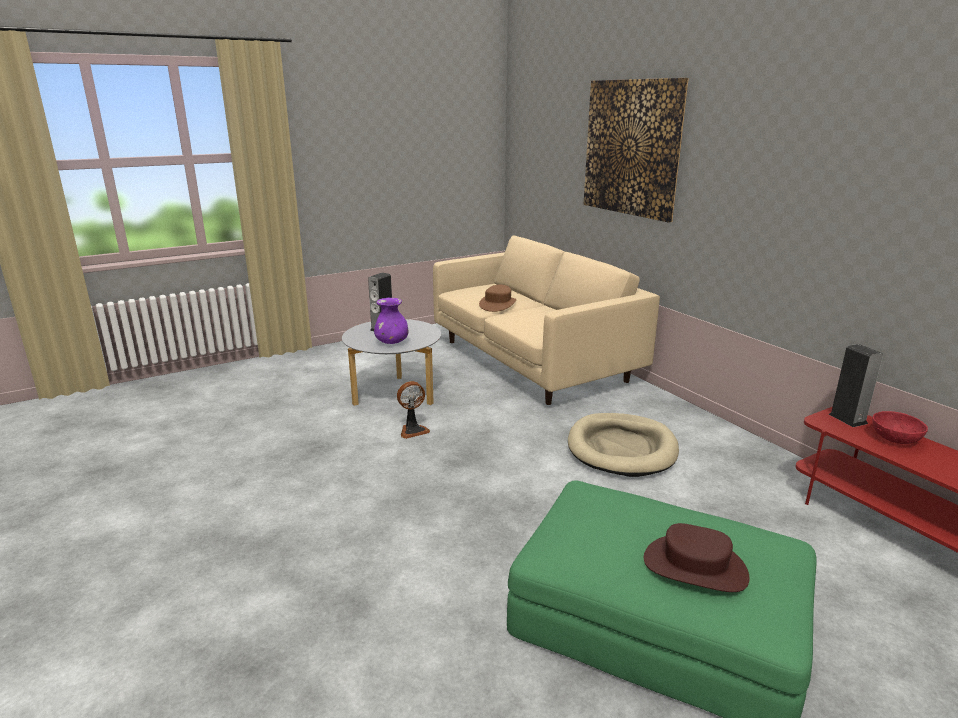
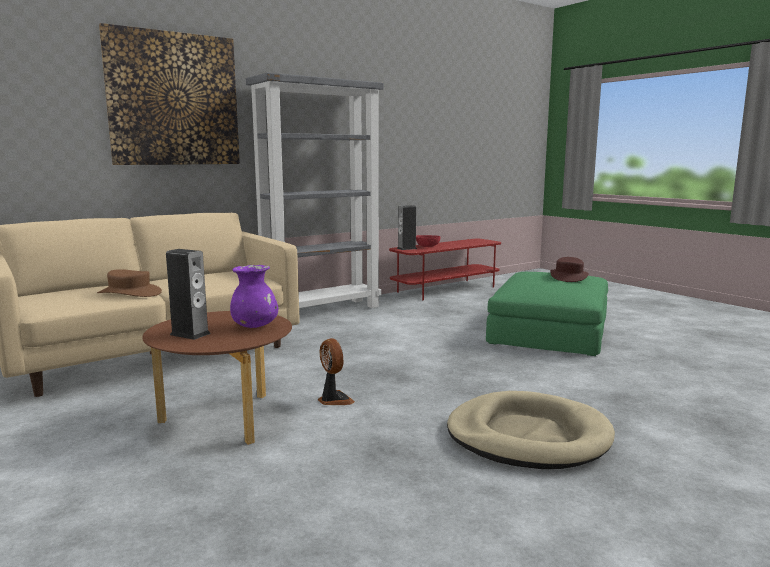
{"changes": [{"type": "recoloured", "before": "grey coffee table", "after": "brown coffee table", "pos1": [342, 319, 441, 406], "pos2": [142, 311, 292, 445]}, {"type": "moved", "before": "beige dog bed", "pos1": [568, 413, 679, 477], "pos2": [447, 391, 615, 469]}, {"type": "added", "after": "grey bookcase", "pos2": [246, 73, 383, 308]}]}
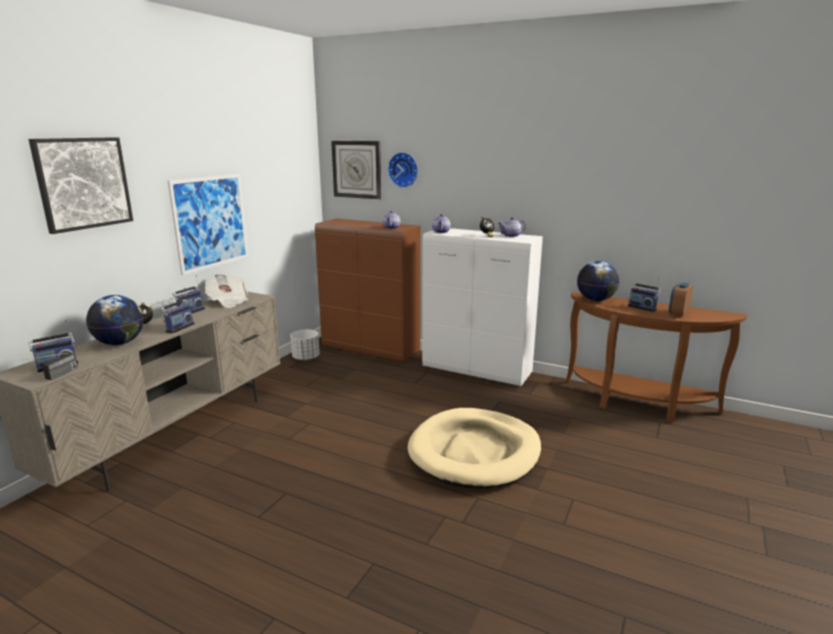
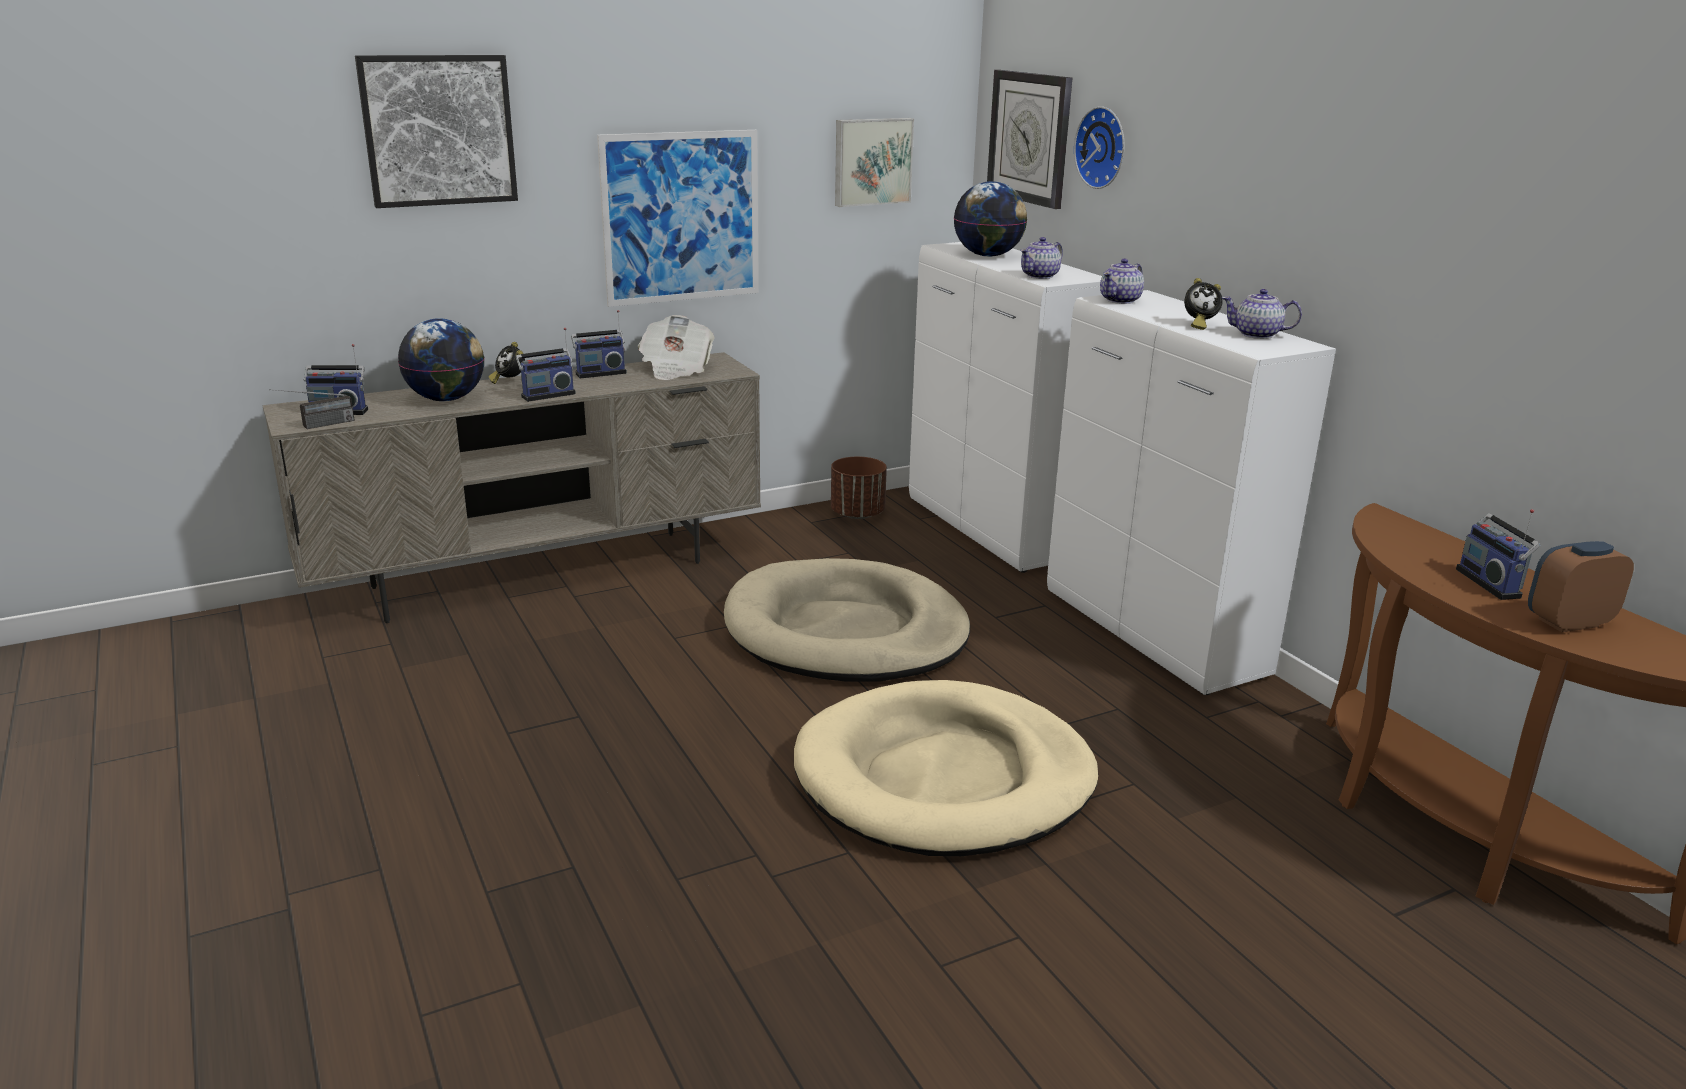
{"changes": [{"type": "recoloured", "before": "brown cabinet", "after": "white cabinet", "pos1": [315, 218, 421, 362], "pos2": [909, 242, 1102, 573]}, {"type": "moved", "before": "globe", "pos1": [577, 261, 619, 301], "pos2": [954, 181, 1027, 257]}, {"type": "recoloured", "before": "white planter", "after": "brown planter", "pos1": [291, 330, 320, 361], "pos2": [831, 457, 887, 519]}, {"type": "added", "after": "picture", "pos2": [835, 118, 914, 207]}, {"type": "added", "after": "beige dog bed", "pos2": [724, 558, 970, 681]}]}
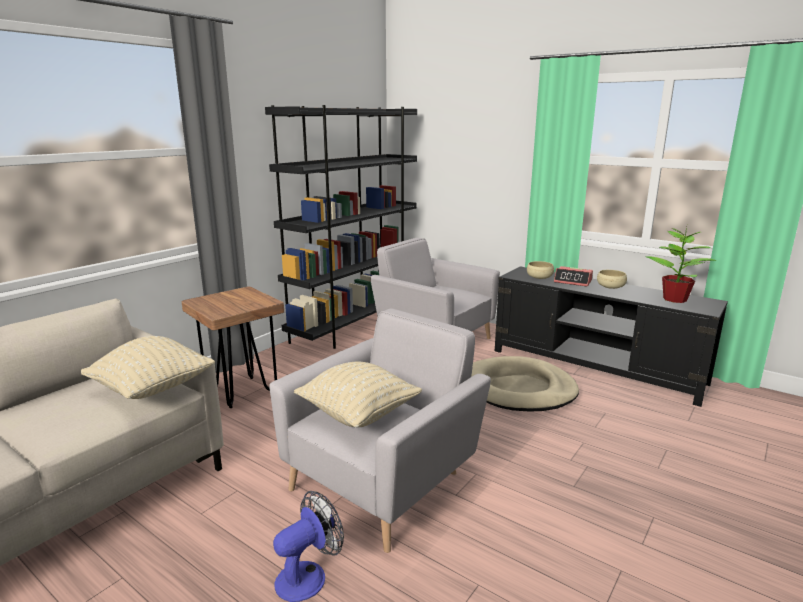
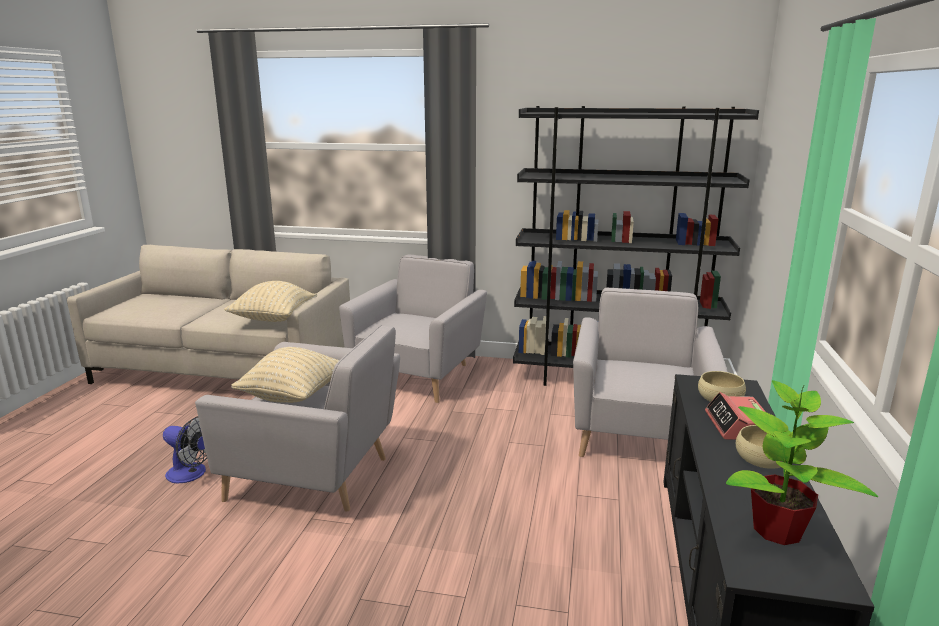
{"changes": [{"type": "replaced", "before": "brown stool", "after": "grey armchair", "pos1": [182, 287, 284, 408], "pos2": [339, 254, 487, 403]}, {"type": "removed", "before": "beige dog bed", "pos1": [471, 356, 579, 411]}]}
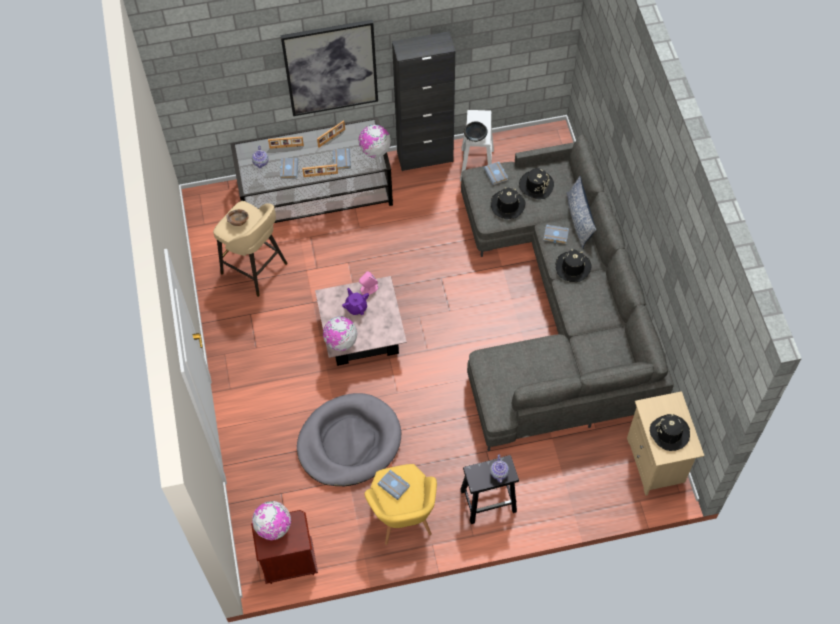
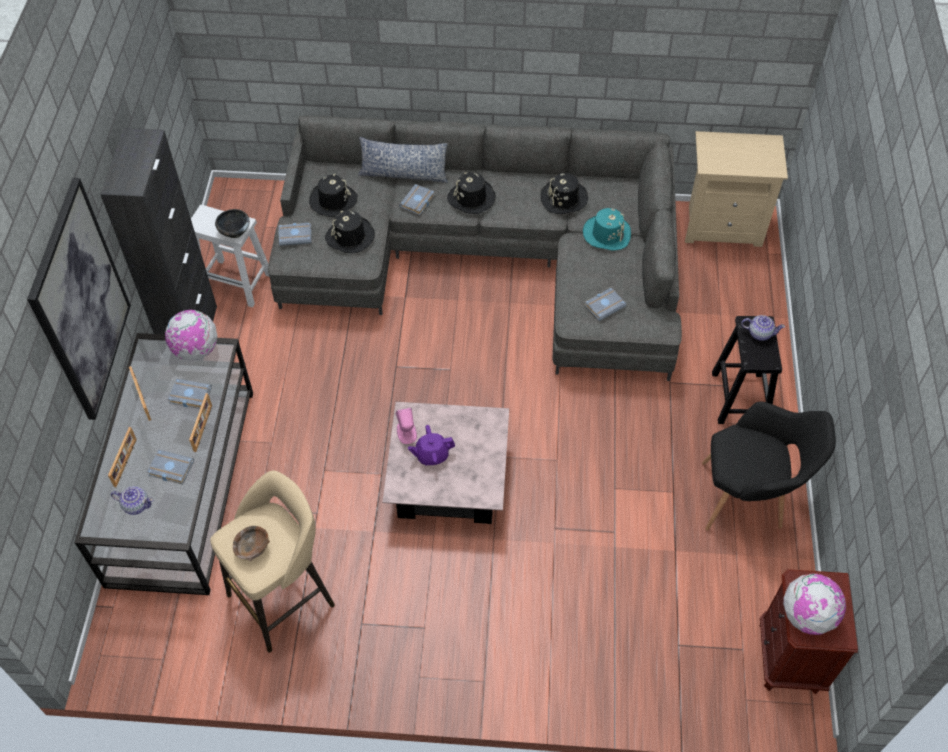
{"changes": [{"type": "removed", "before": "globe", "pos1": [323, 316, 357, 351]}, {"type": "removed", "before": "grey dog bed", "pos1": [297, 393, 401, 486]}, {"type": "moved", "before": "black hat", "pos1": [650, 414, 690, 451], "pos2": [541, 173, 588, 214]}, {"type": "recoloured", "before": "yellow armchair", "after": "black armchair", "pos1": [364, 464, 437, 545], "pos2": [702, 402, 836, 531]}, {"type": "moved", "before": "grey book", "pos1": [377, 470, 410, 500], "pos2": [584, 288, 627, 321]}, {"type": "added", "after": "turquoise hat", "pos2": [583, 208, 631, 251]}]}
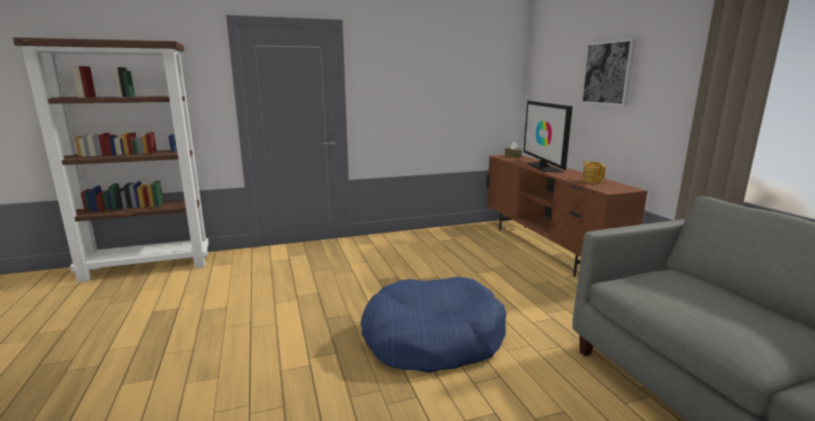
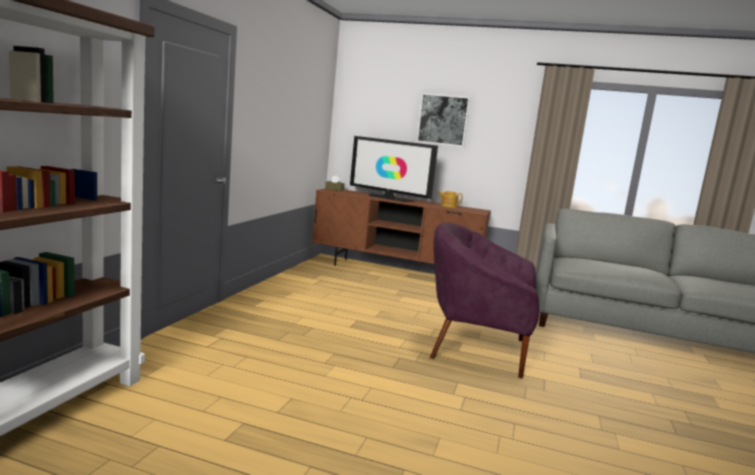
{"changes": [{"type": "replaced", "before": "blue dog bed", "after": "purple armchair", "pos1": [361, 277, 506, 373], "pos2": [430, 222, 539, 378]}]}
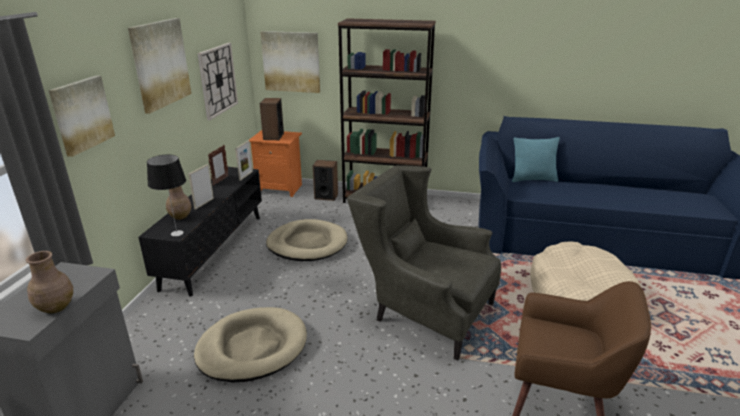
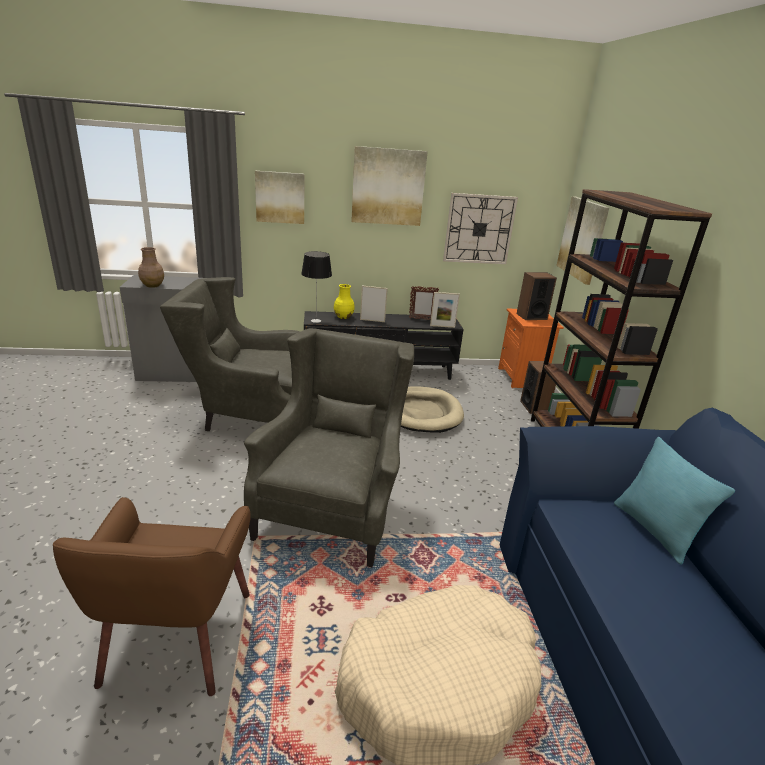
{"changes": [{"type": "recoloured", "before": "brown vase", "after": "yellow vase", "pos1": [166, 186, 191, 220], "pos2": [334, 284, 355, 319]}, {"type": "replaced", "before": "beige dog bed", "after": "grey armchair", "pos1": [194, 307, 307, 382], "pos2": [160, 277, 300, 431]}]}
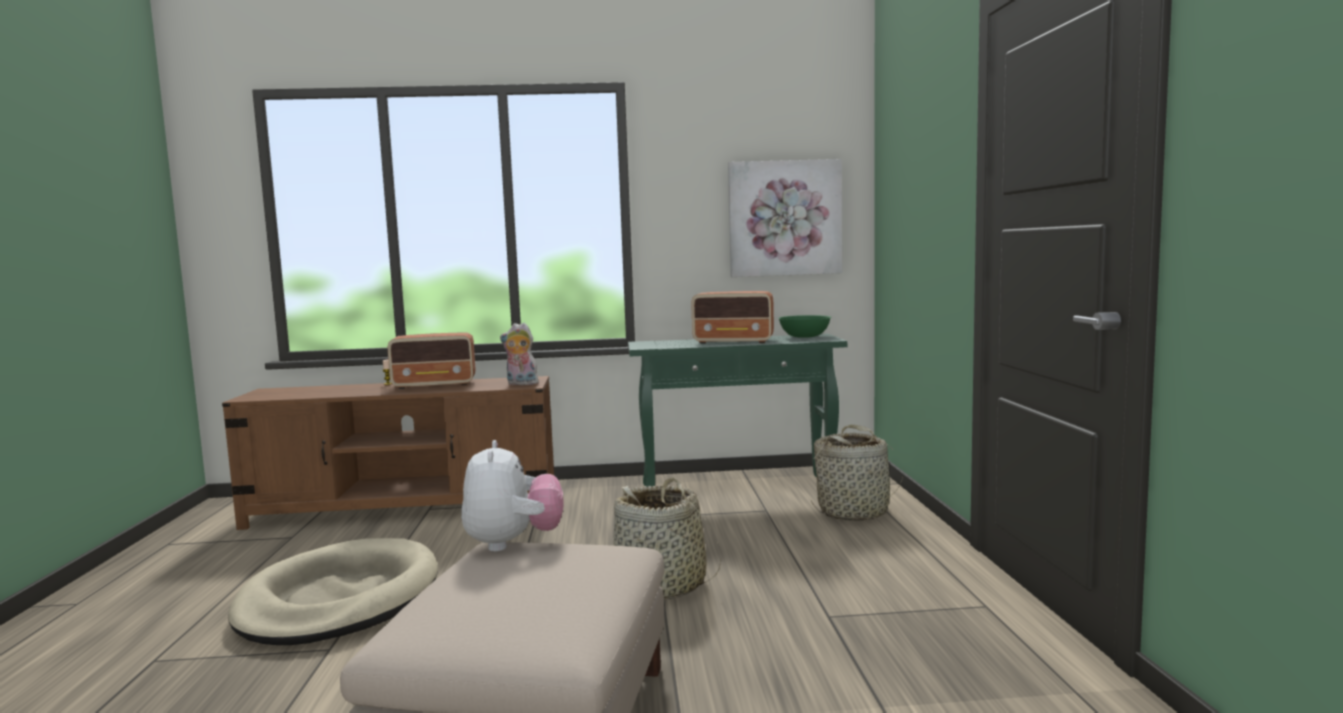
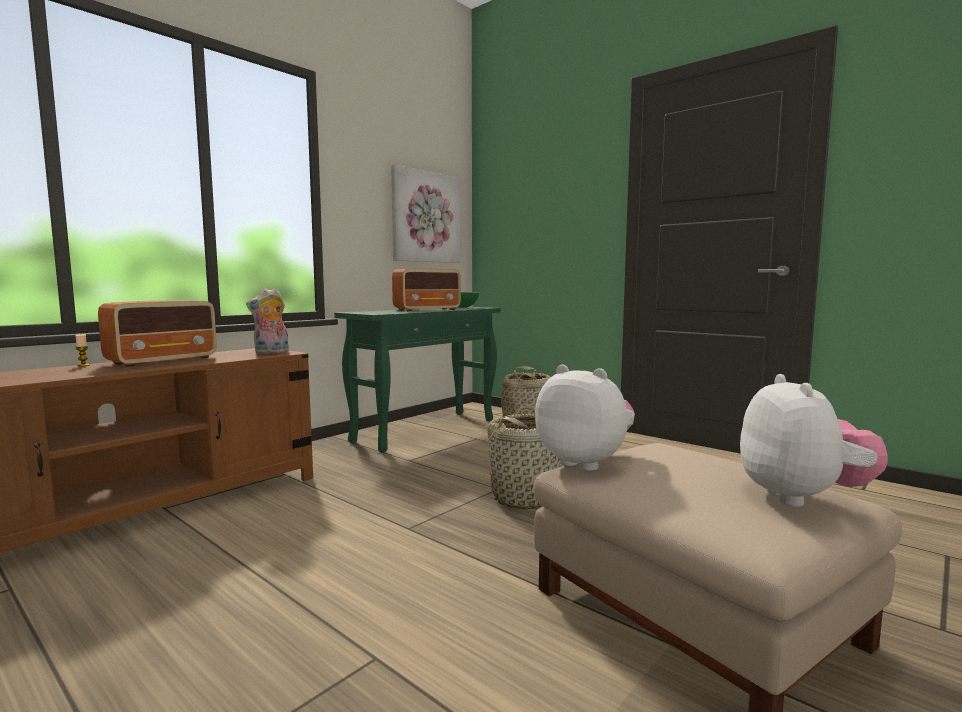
{"changes": [{"type": "removed", "before": "beige dog bed", "pos1": [228, 538, 438, 645]}, {"type": "added", "after": "plush toy", "pos2": [740, 374, 888, 507]}]}
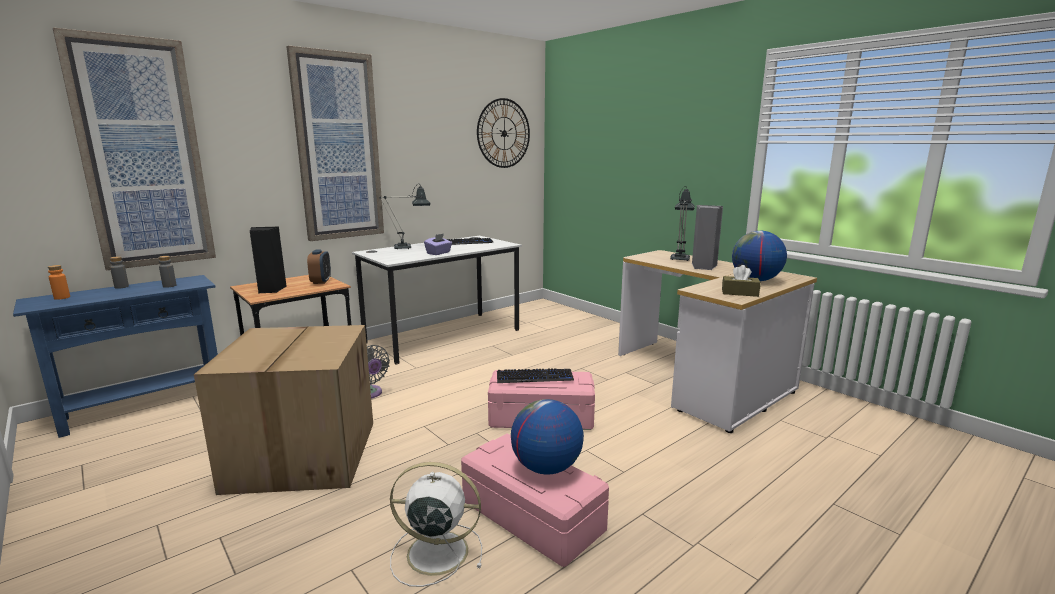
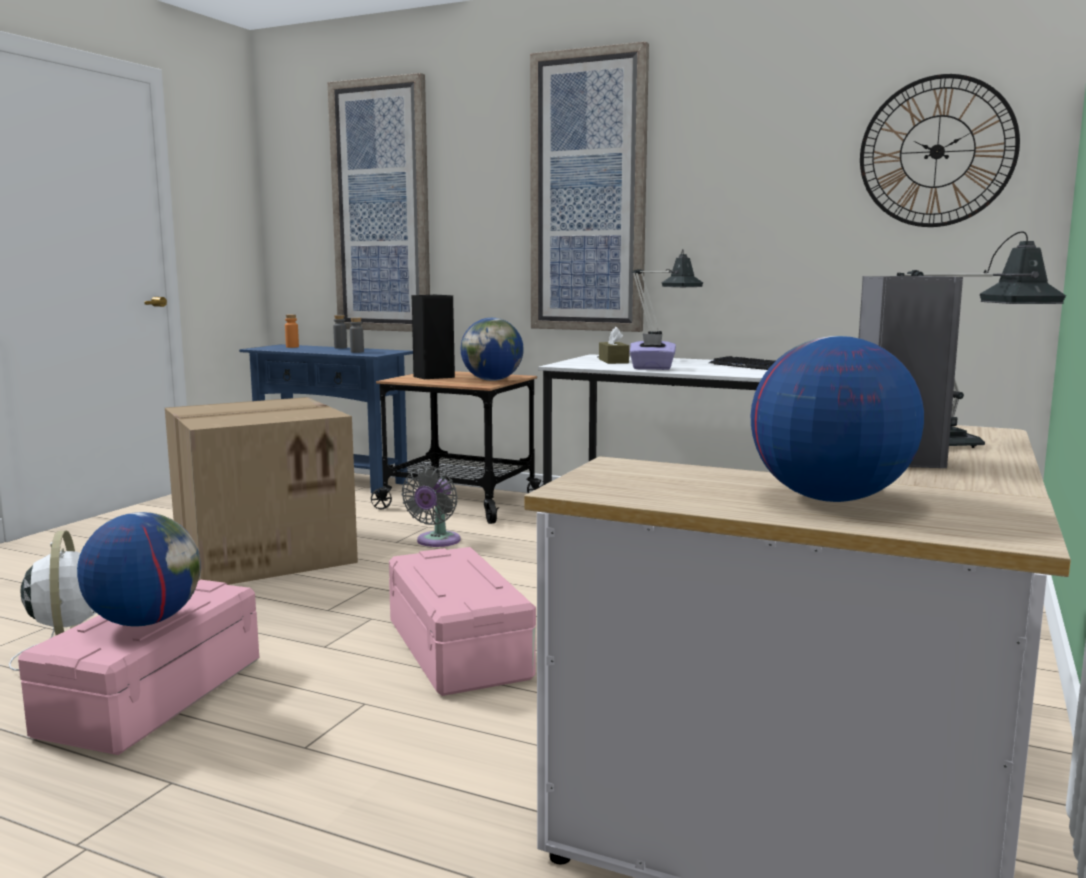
{"changes": [{"type": "replaced", "before": "alarm clock", "after": "globe", "pos1": [307, 249, 331, 284], "pos2": [461, 318, 524, 381]}, {"type": "moved", "before": "brown tissue box", "pos1": [722, 265, 761, 297], "pos2": [599, 327, 629, 364]}, {"type": "removed", "before": "keyboard", "pos1": [497, 368, 574, 383]}]}
